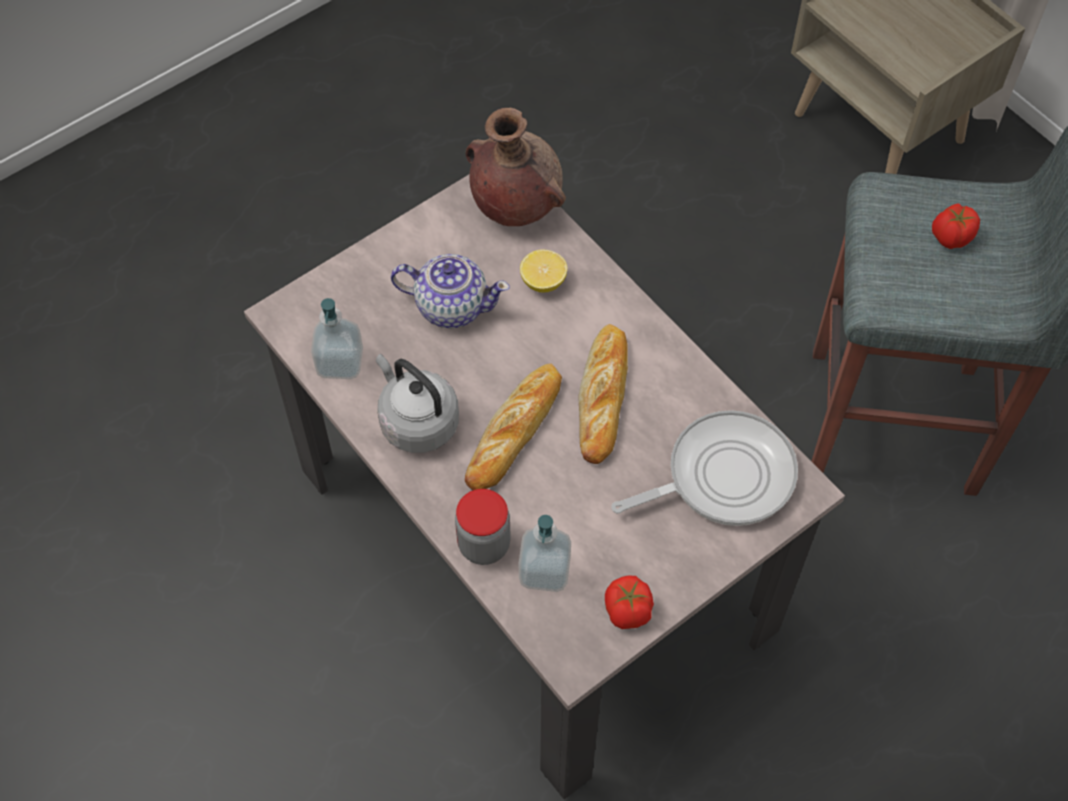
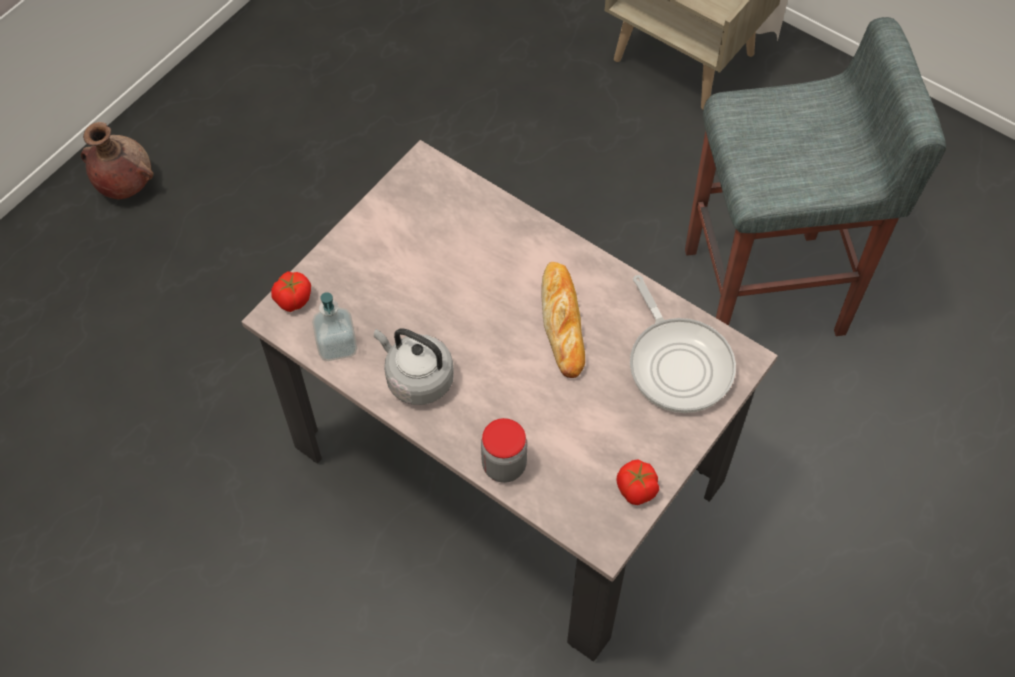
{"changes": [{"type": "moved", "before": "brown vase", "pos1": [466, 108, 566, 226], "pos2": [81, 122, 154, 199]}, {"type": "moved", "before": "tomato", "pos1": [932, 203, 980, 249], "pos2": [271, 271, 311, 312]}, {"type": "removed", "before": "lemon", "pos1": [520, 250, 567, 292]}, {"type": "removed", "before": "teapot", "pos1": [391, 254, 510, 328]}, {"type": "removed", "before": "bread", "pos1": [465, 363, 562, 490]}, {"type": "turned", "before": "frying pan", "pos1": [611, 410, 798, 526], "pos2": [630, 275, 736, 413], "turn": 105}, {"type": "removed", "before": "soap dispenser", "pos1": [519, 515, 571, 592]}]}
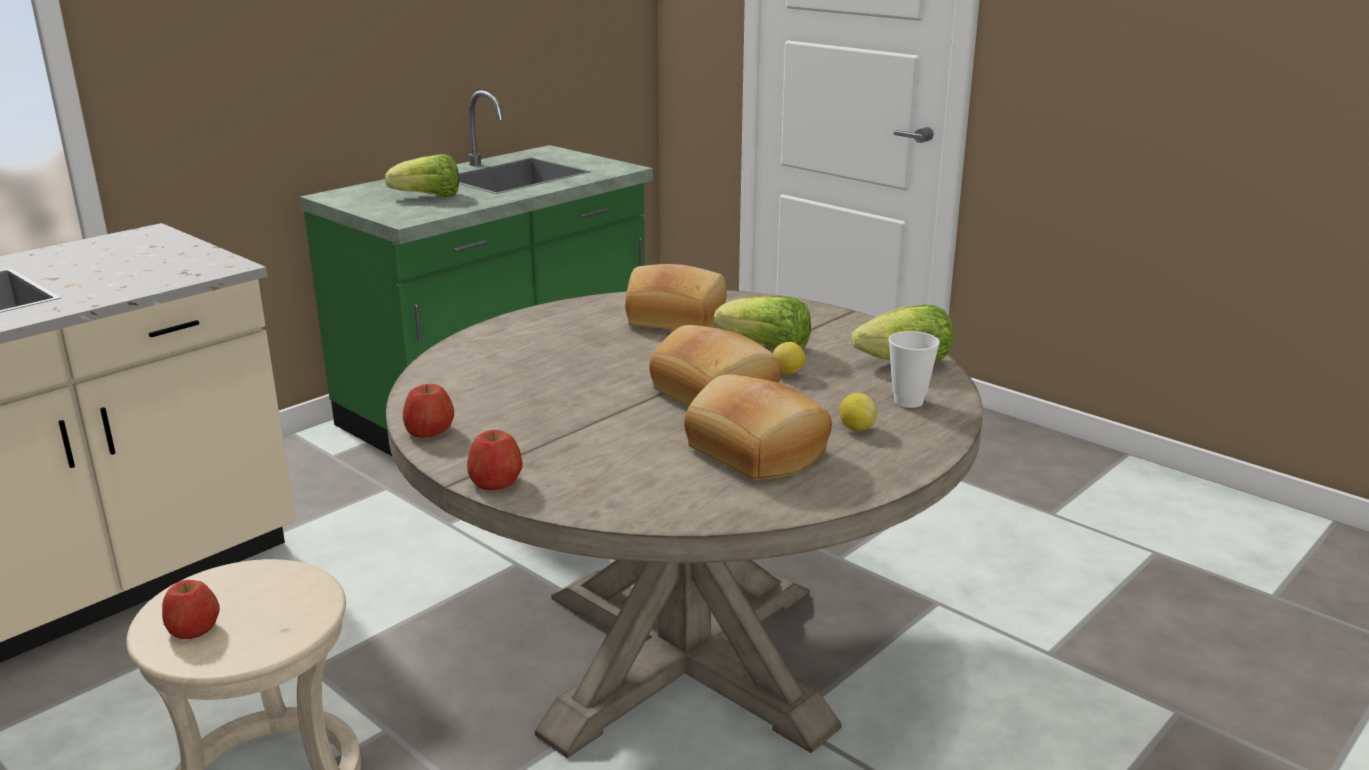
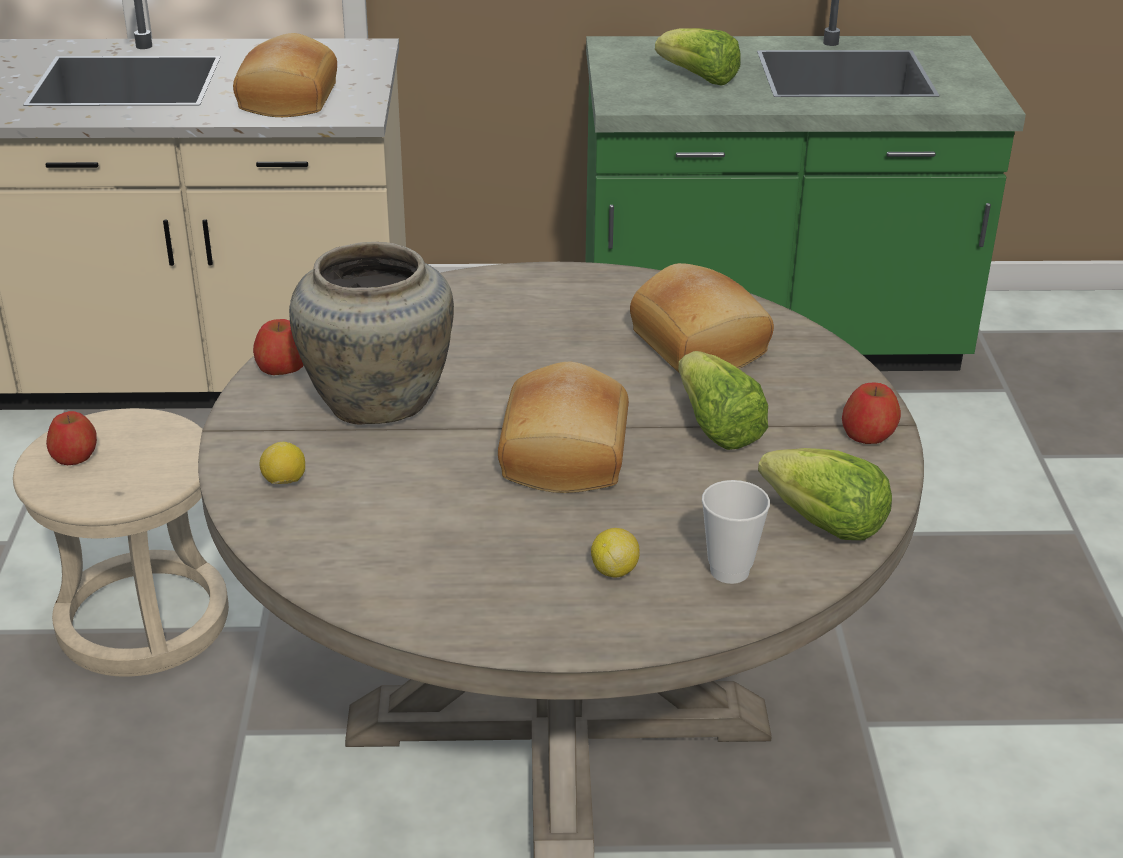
{"changes": [{"type": "moved", "before": "lemon", "pos1": [773, 342, 806, 375], "pos2": [260, 442, 305, 484]}, {"type": "moved", "before": "bread", "pos1": [684, 374, 832, 480], "pos2": [233, 33, 337, 117]}, {"type": "moved", "before": "apple", "pos1": [467, 430, 523, 490], "pos2": [842, 382, 901, 444]}, {"type": "added", "after": "beige vase", "pos2": [289, 242, 454, 425]}]}
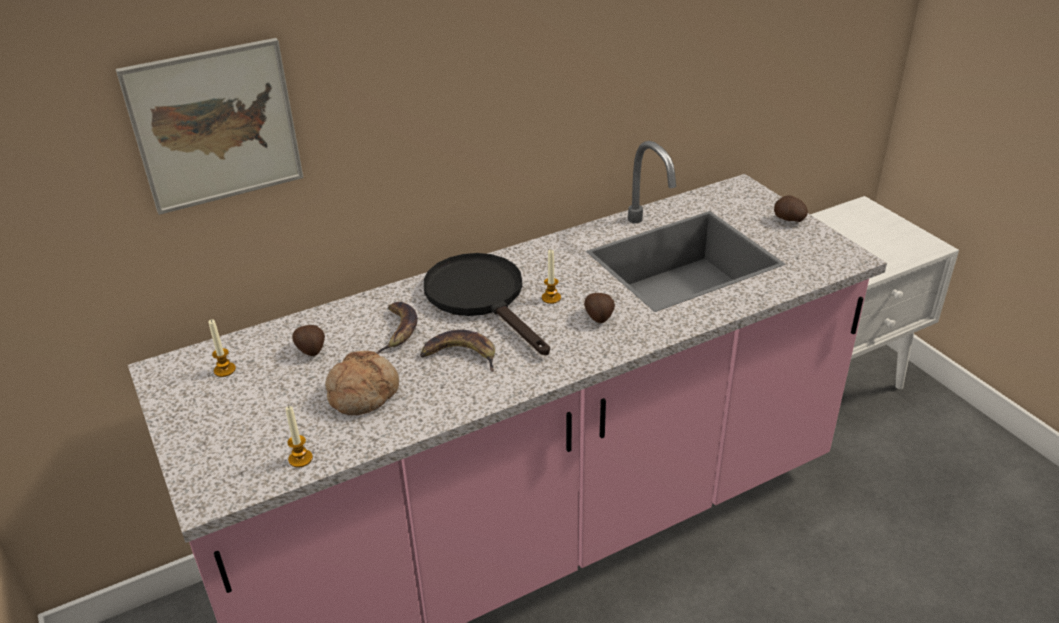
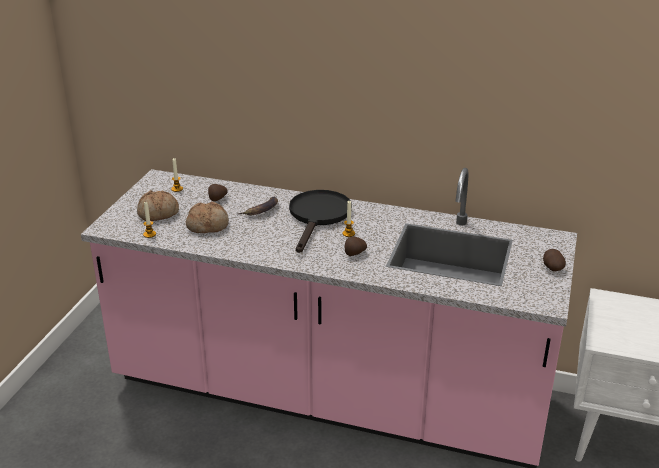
{"changes": [{"type": "removed", "before": "picture", "pos1": [116, 38, 304, 215]}, {"type": "removed", "before": "banana", "pos1": [420, 330, 495, 372]}, {"type": "added", "after": "bread", "pos2": [137, 190, 179, 221]}]}
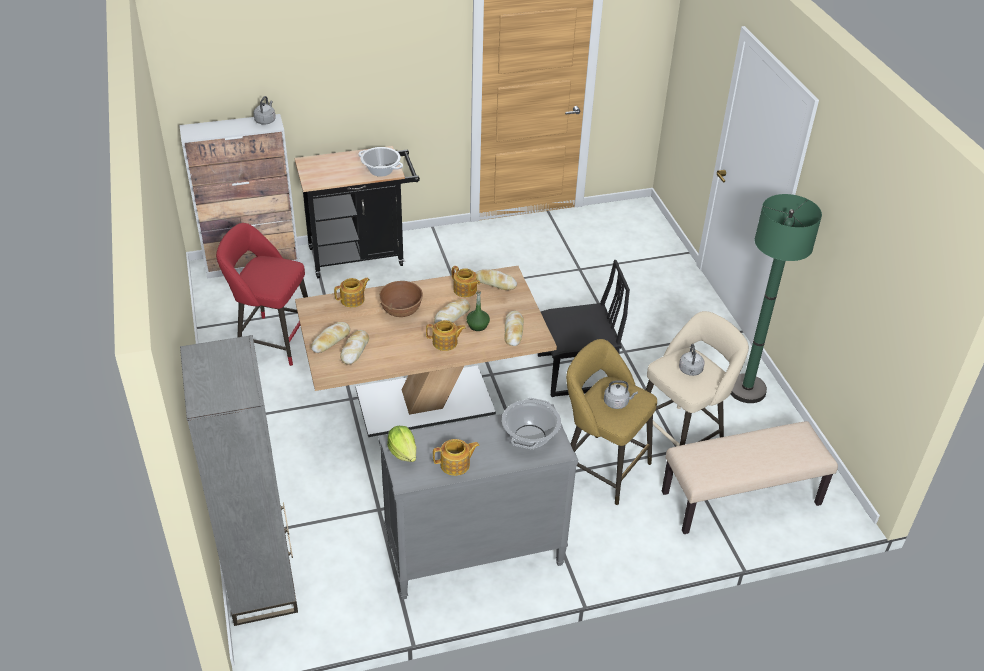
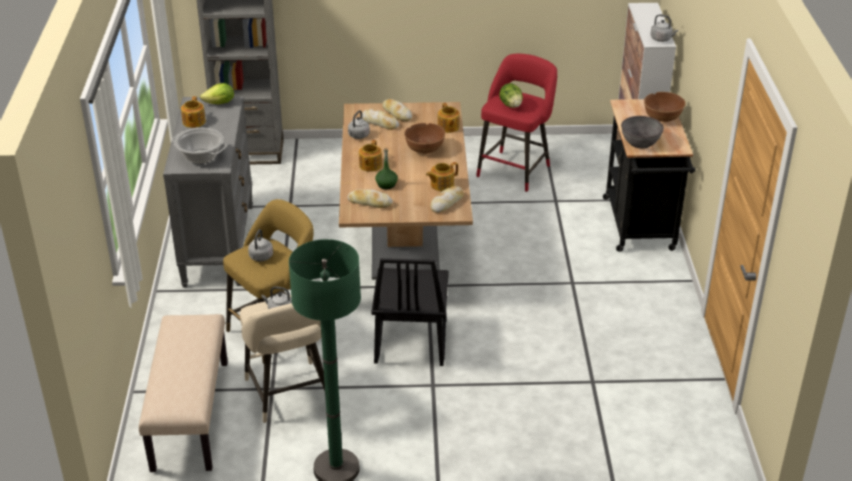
{"changes": [{"type": "replaced", "before": "cooking pot", "after": "grey bowl", "pos1": [358, 147, 403, 177], "pos2": [621, 116, 664, 148]}, {"type": "removed", "before": "bread", "pos1": [434, 299, 470, 324]}, {"type": "added", "after": "lettuce", "pos2": [499, 83, 523, 108]}, {"type": "added", "after": "brown bowl", "pos2": [644, 92, 686, 122]}, {"type": "added", "after": "grey kettle", "pos2": [348, 110, 370, 139]}]}
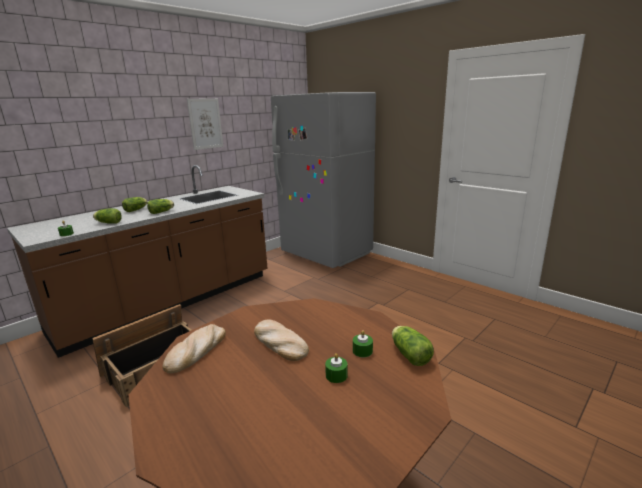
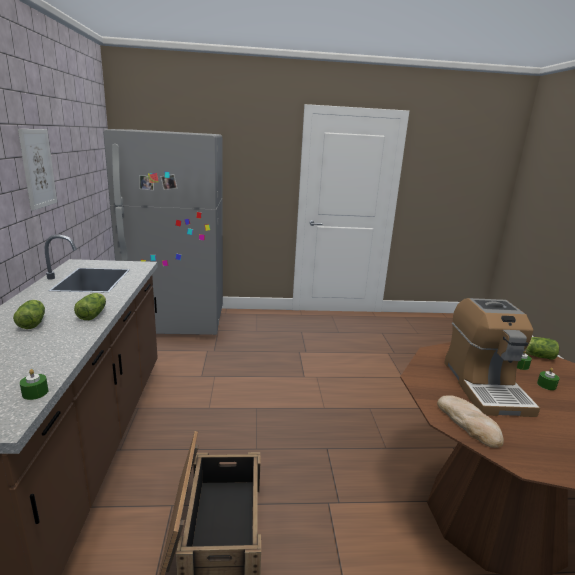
{"changes": [{"type": "removed", "before": "lettuce", "pos1": [93, 208, 122, 224]}, {"type": "replaced", "before": "bread", "after": "coffee machine", "pos1": [254, 320, 309, 361], "pos2": [444, 298, 540, 417]}]}
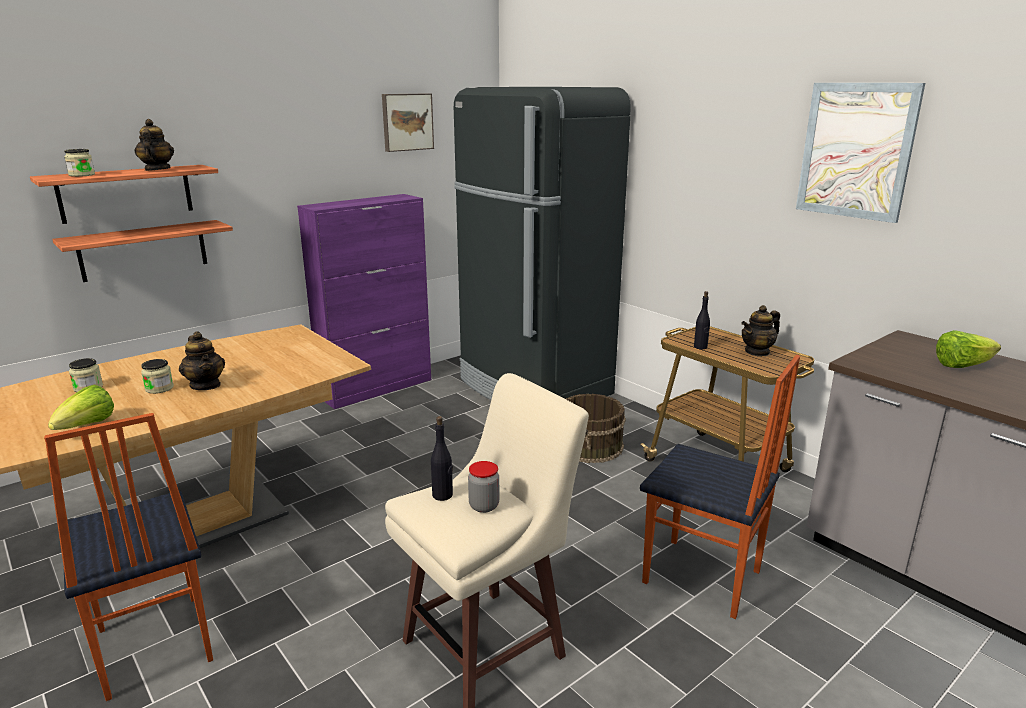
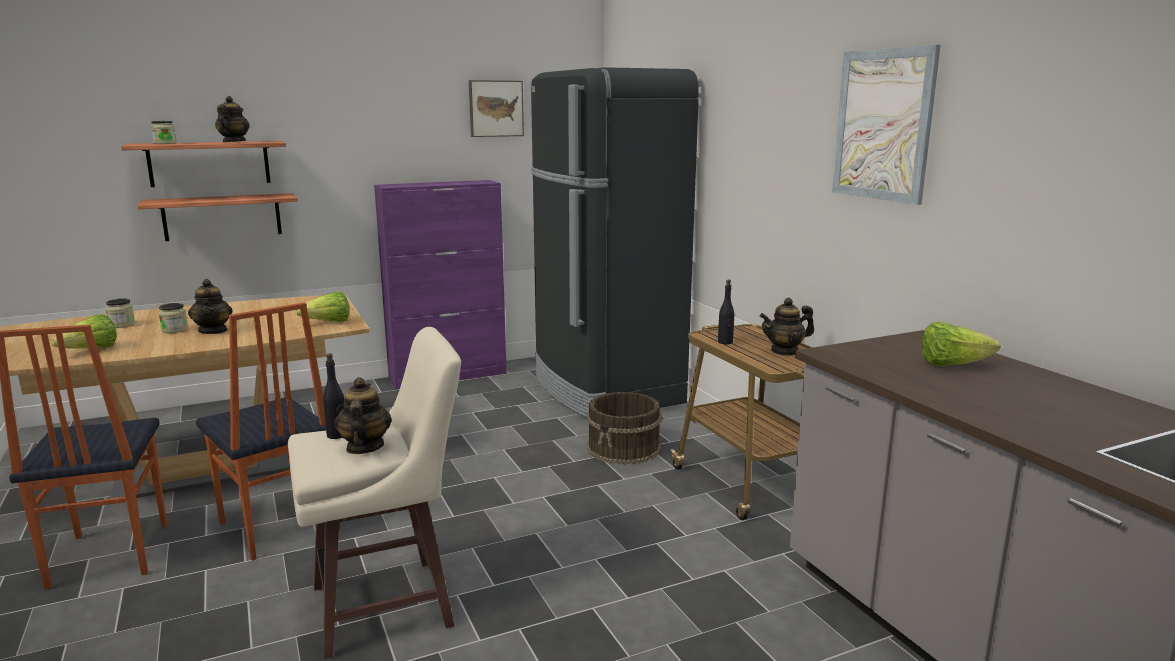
{"changes": [{"type": "moved", "before": "chair", "pos1": [640, 355, 800, 619], "pos2": [196, 302, 326, 561]}, {"type": "replaced", "before": "jar", "after": "teapot", "pos1": [468, 461, 499, 513], "pos2": [334, 377, 392, 454]}, {"type": "added", "after": "lettuce", "pos2": [296, 292, 349, 322]}]}
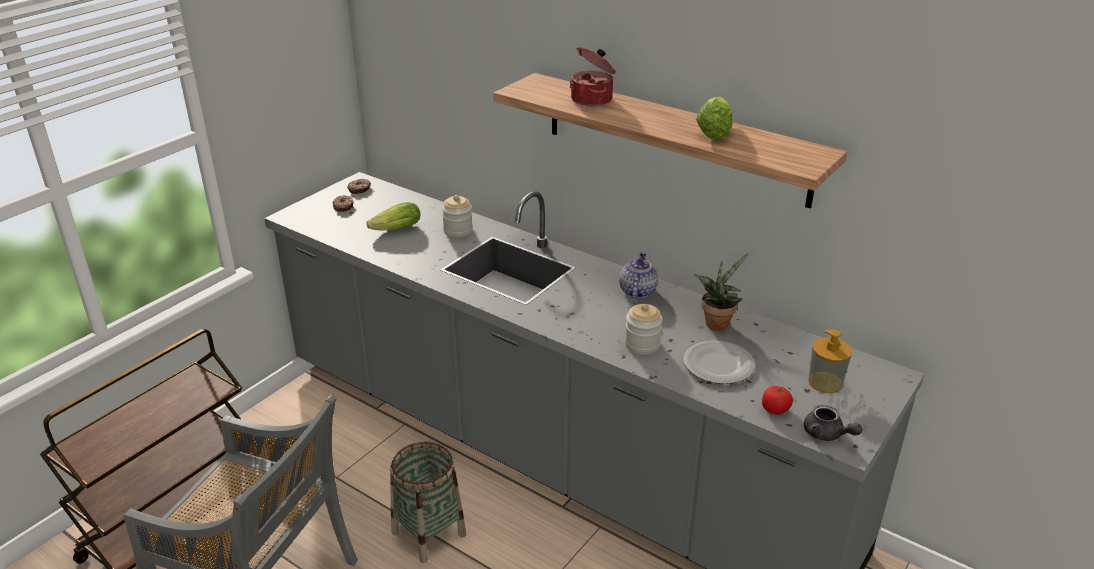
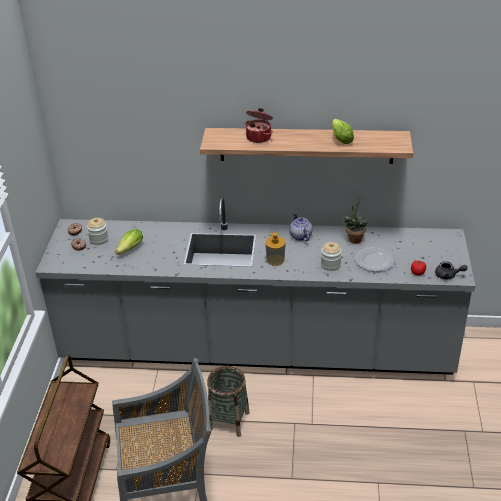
{"changes": [{"type": "moved", "before": "jar", "pos1": [442, 195, 473, 238], "pos2": [87, 218, 108, 245]}, {"type": "moved", "before": "soap dispenser", "pos1": [808, 330, 852, 393], "pos2": [265, 232, 286, 266]}]}
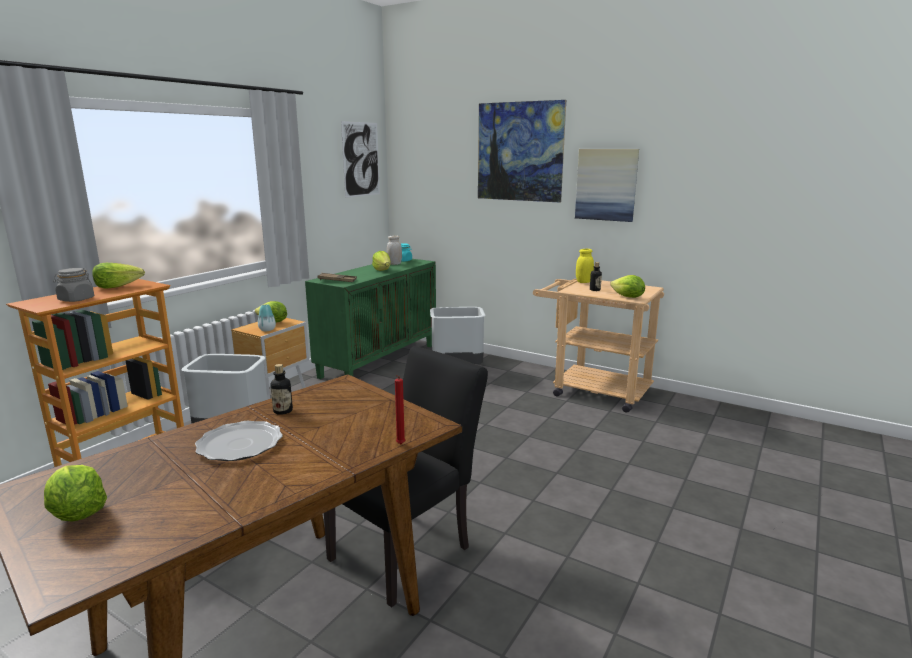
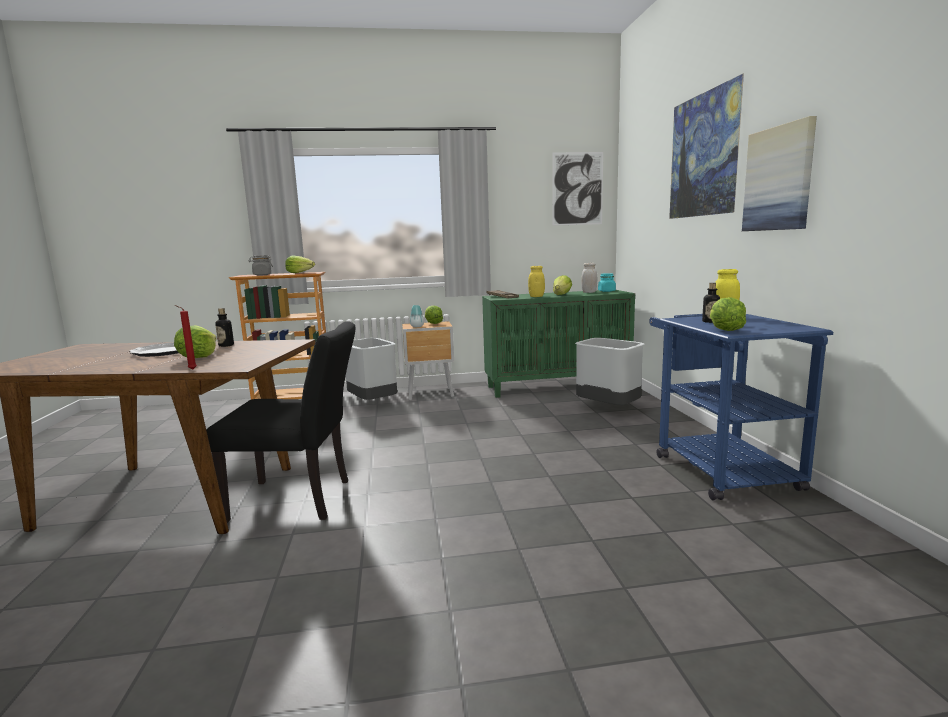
{"changes": [{"type": "recoloured", "before": "beige cart", "after": "blue cart", "pos1": [533, 279, 664, 413], "pos2": [649, 314, 833, 500]}, {"type": "moved", "before": "lettuce", "pos1": [44, 465, 107, 522], "pos2": [174, 325, 217, 358]}, {"type": "added", "after": "yellow jar", "pos2": [528, 266, 545, 297]}]}
